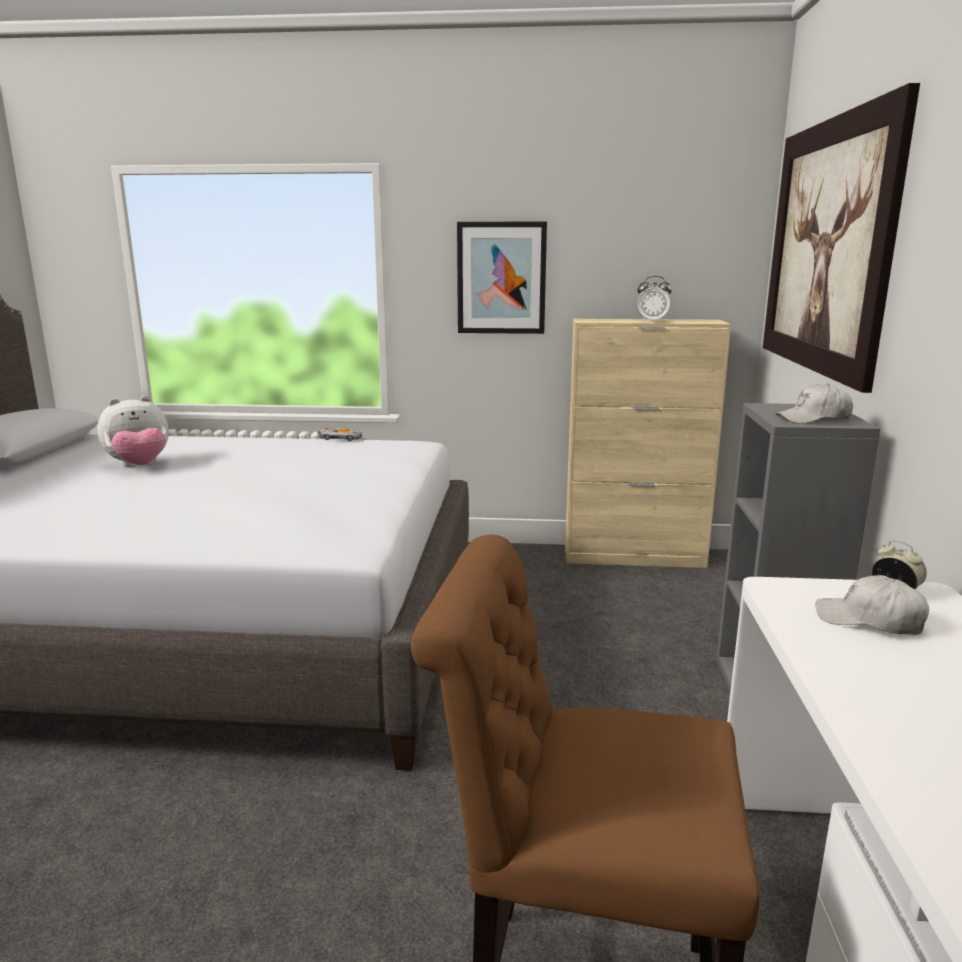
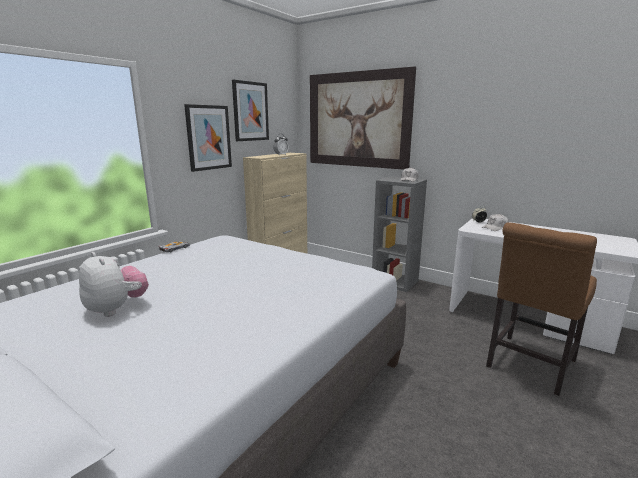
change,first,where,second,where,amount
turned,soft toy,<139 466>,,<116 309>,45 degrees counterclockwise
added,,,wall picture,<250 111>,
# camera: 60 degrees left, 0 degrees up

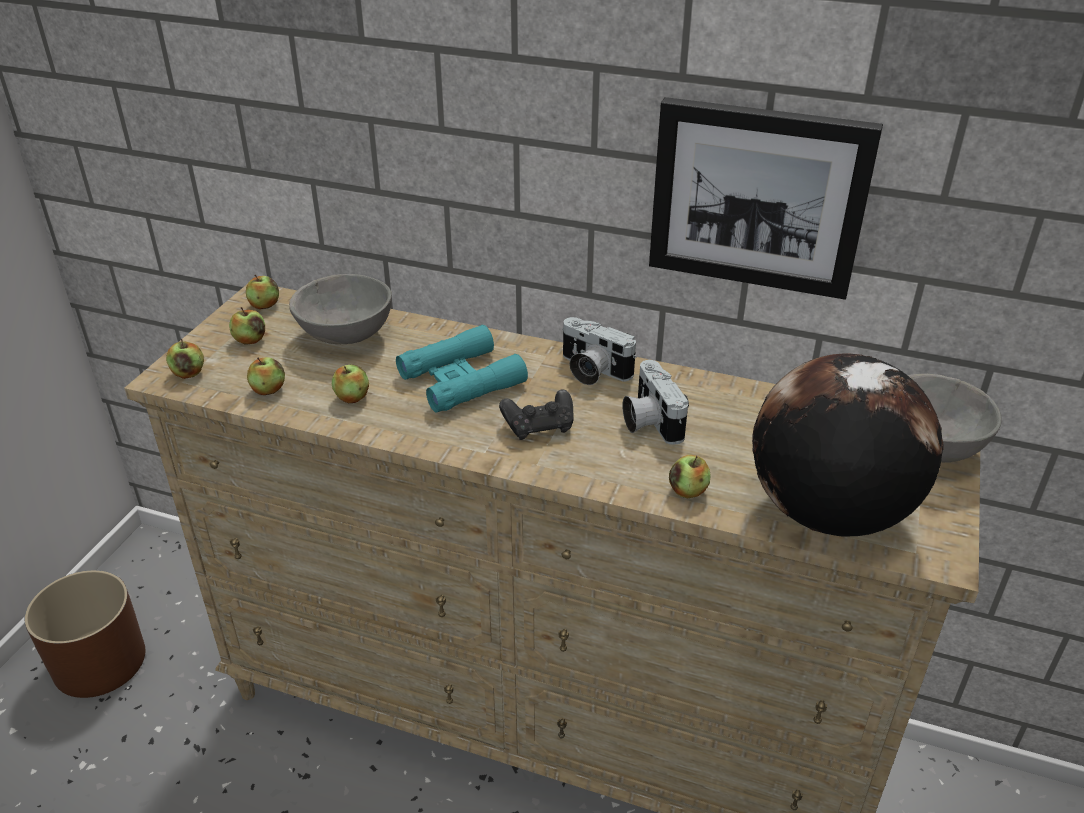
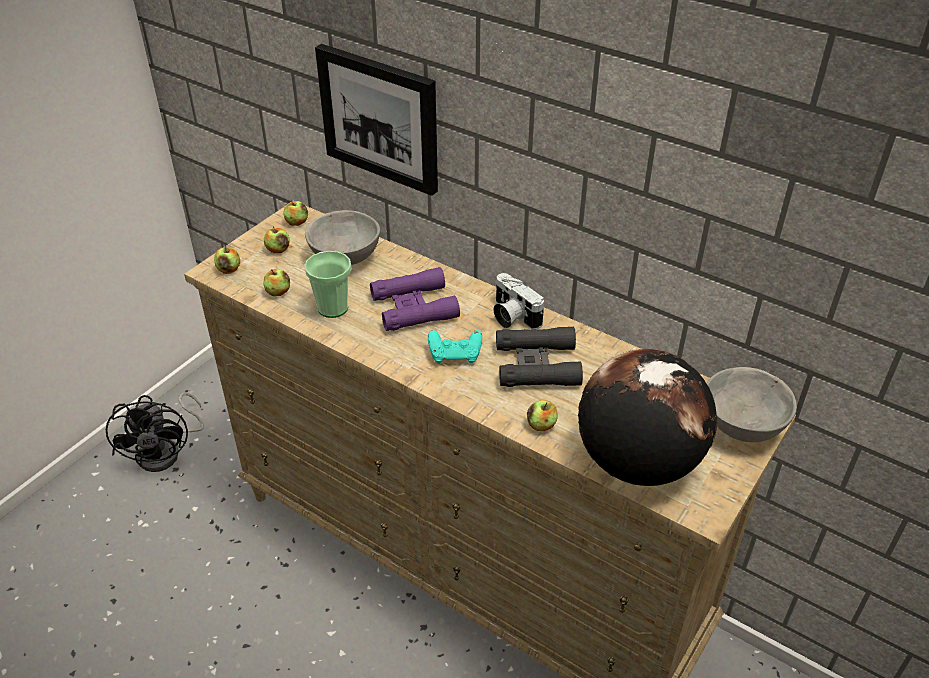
change,first,where,second,where,amount
replaced,brownish flower pot,<100 661>,blackish electric fan,<167 451>,
replaced,whole apple,<352 397>,cup,<333 308>,
moved,wall picture,<758 197>,,<380 118>,
recoloured,turquoise binoculars,<461 380>,purplish binoculars,<414 307>,
recoloured,blackish game controller,<539 427>,turquoise game controller,<455 355>,
replaced,photo camera,<649 421>,blackish binoculars,<537 365>,
# camera: 15 degrees right, 5 degrees up

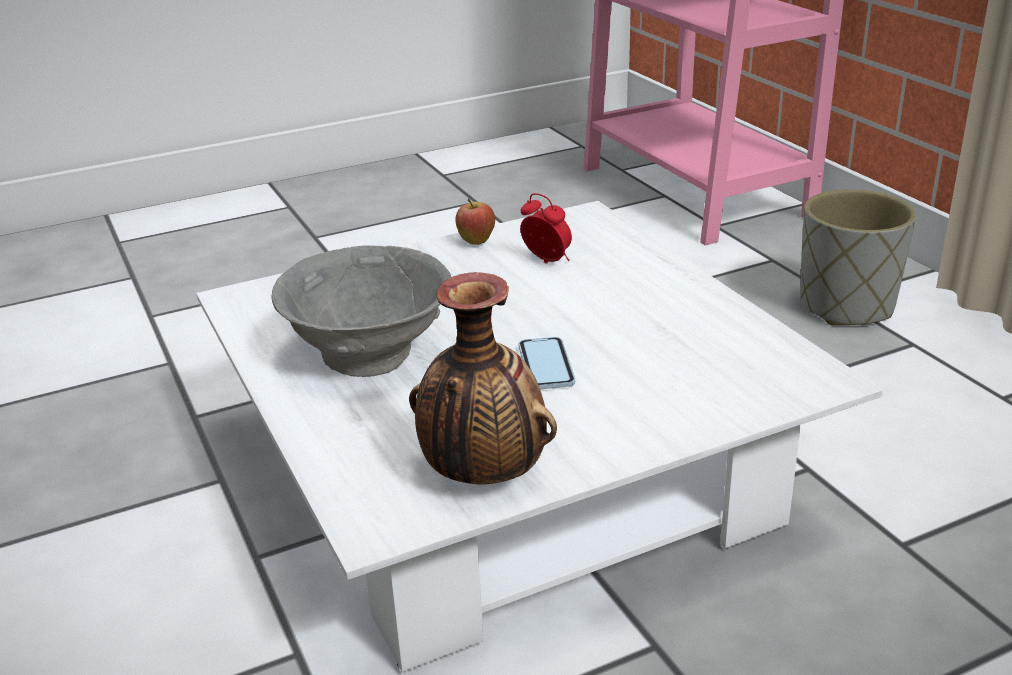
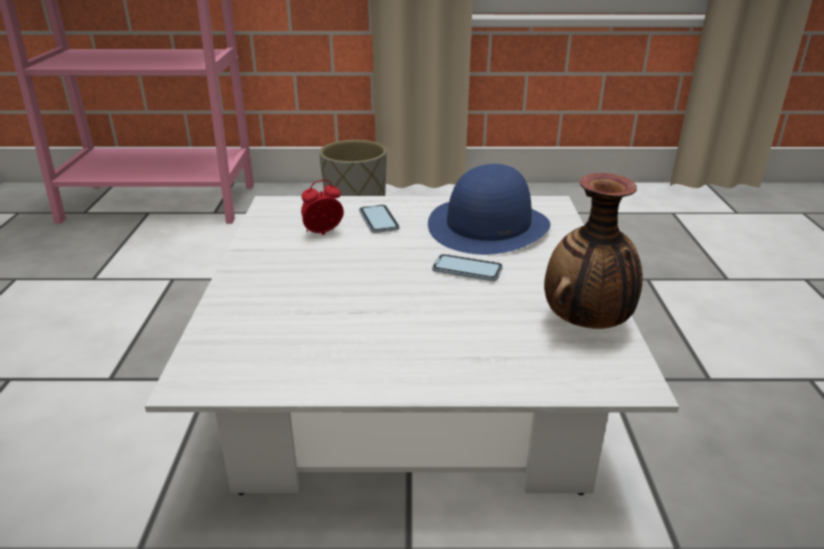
change,first,where,second,where,amount
added,,,telephone,<379 220>,
added,,,blue-coloured hat,<488 226>,
removed,greyish bowl,<369 354>,,,
removed,whole apple,<476 242>,,,
# camera: 65 degrees left, 0 degrees up

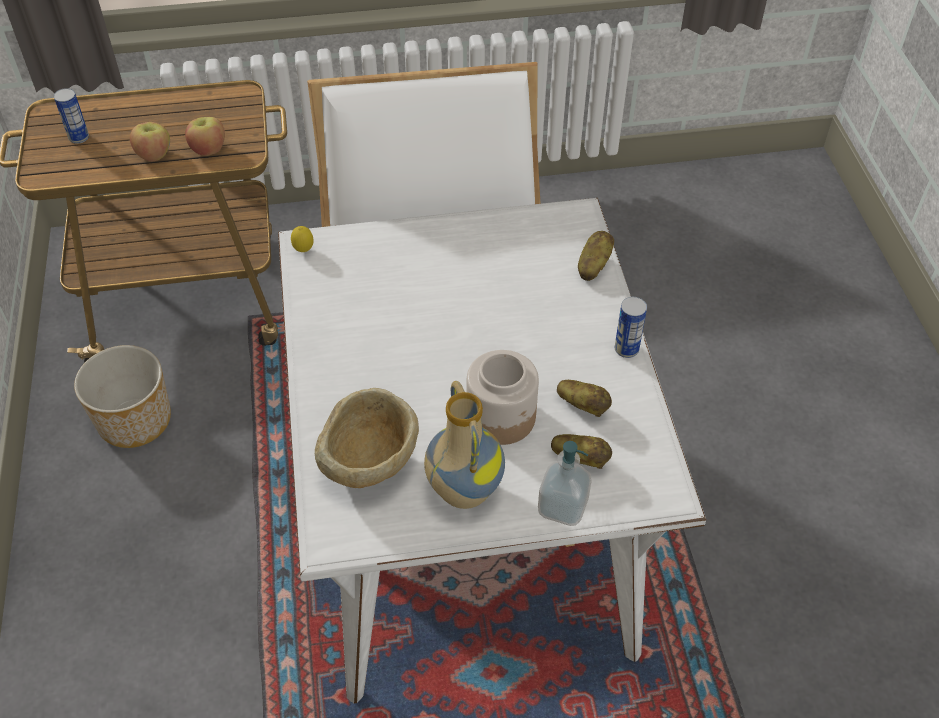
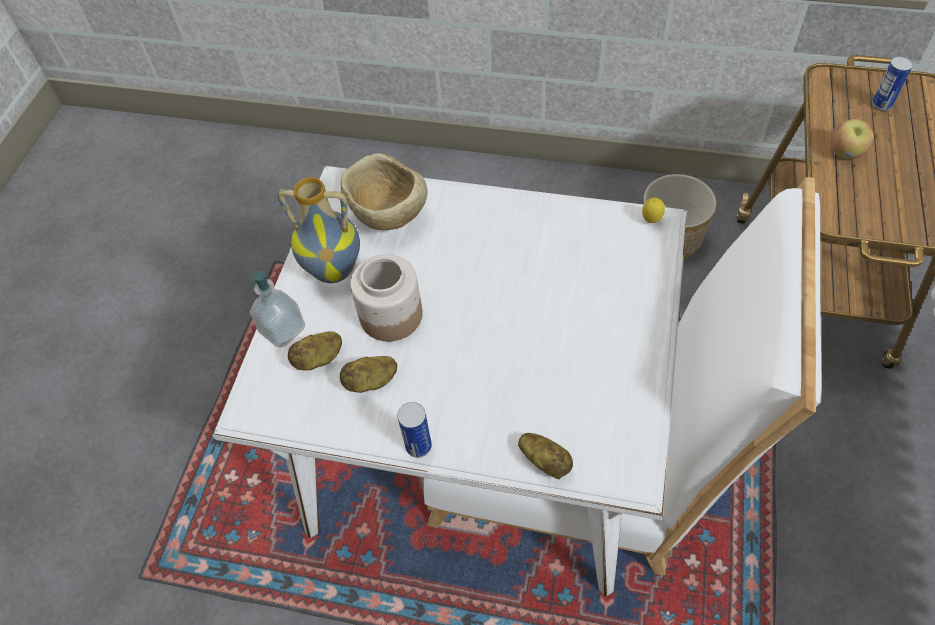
change,first,where,second,where,amount
removed,whole apple,<208 149>,,,
# camera: 115 degrees right, 5 degrees up

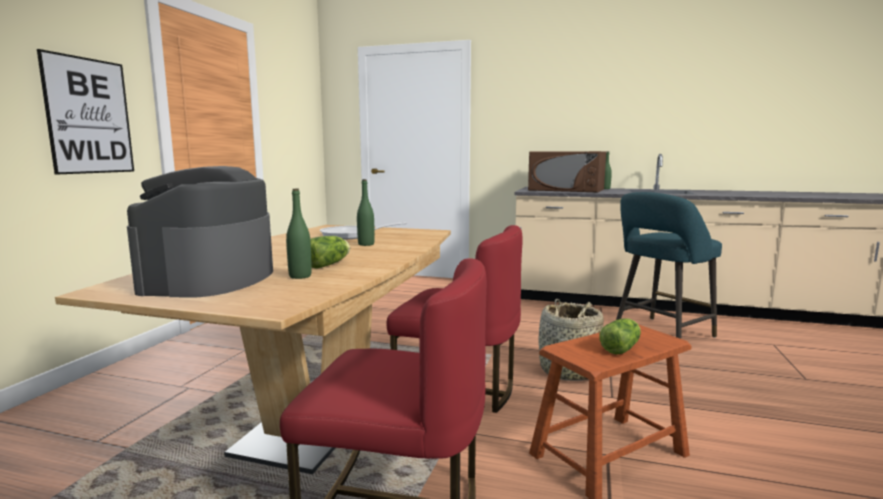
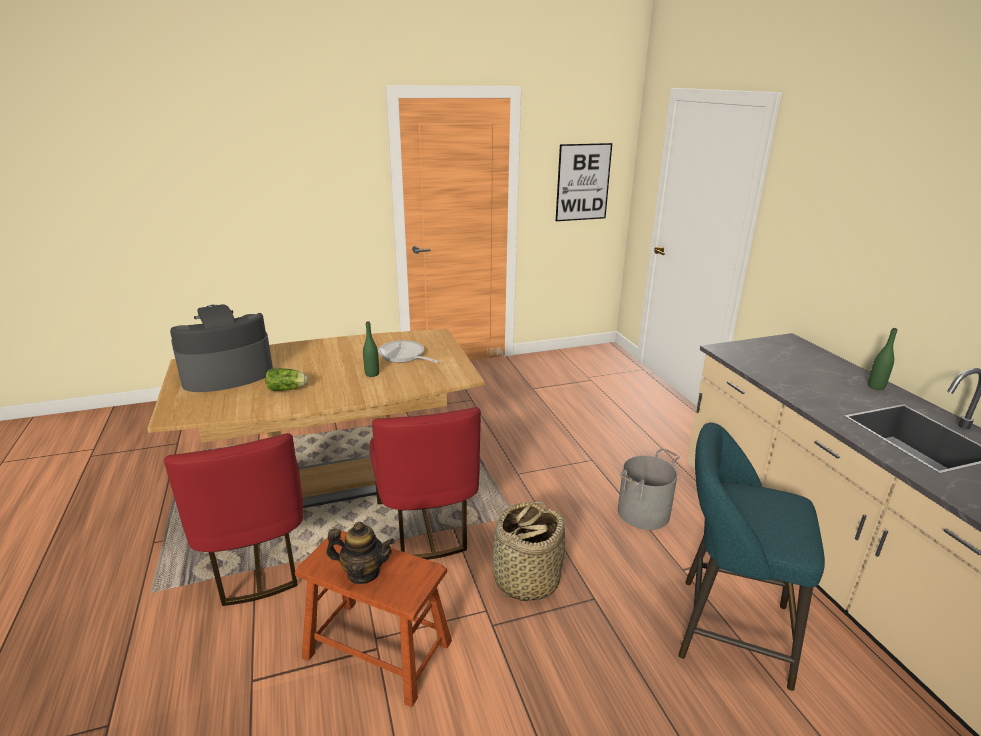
change,first,where,second,where,amount
replaced,lettuce head,<622 348>,tea pot,<363 573>,
moved,wall picture,<89 116>,,<583 182>,
added,,,greyish pail,<642 512>,
removed,greenish beverage bottle,<300 276>,,,
removed,brownish microwave oven,<566 189>,,,
# camera: 55 degrees right, 15 degrees up

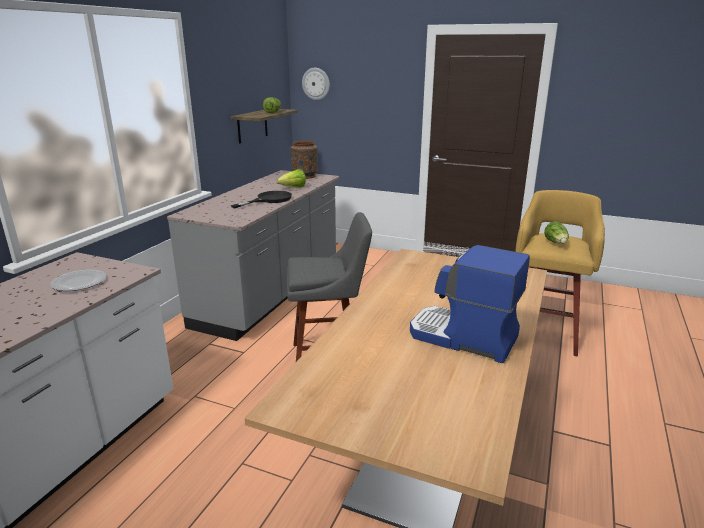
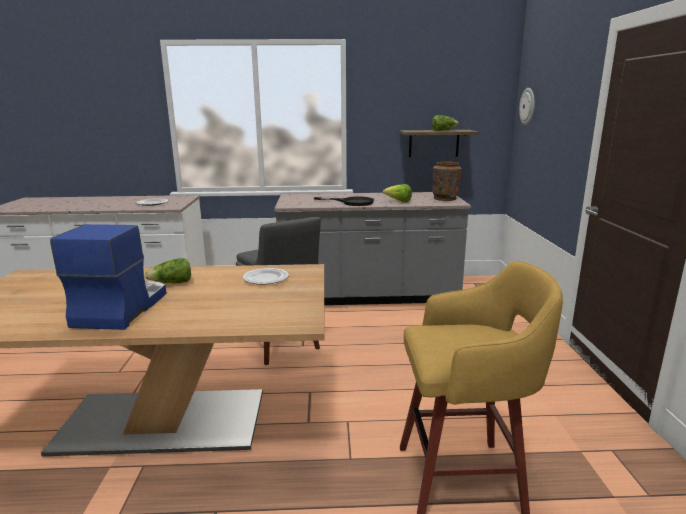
change,first,where,second,where,amount
moved,lettuce head,<556 243>,,<172 283>,
added,,,flat dish,<266 278>,
# camera: 65 degrees right, 5 degrees down

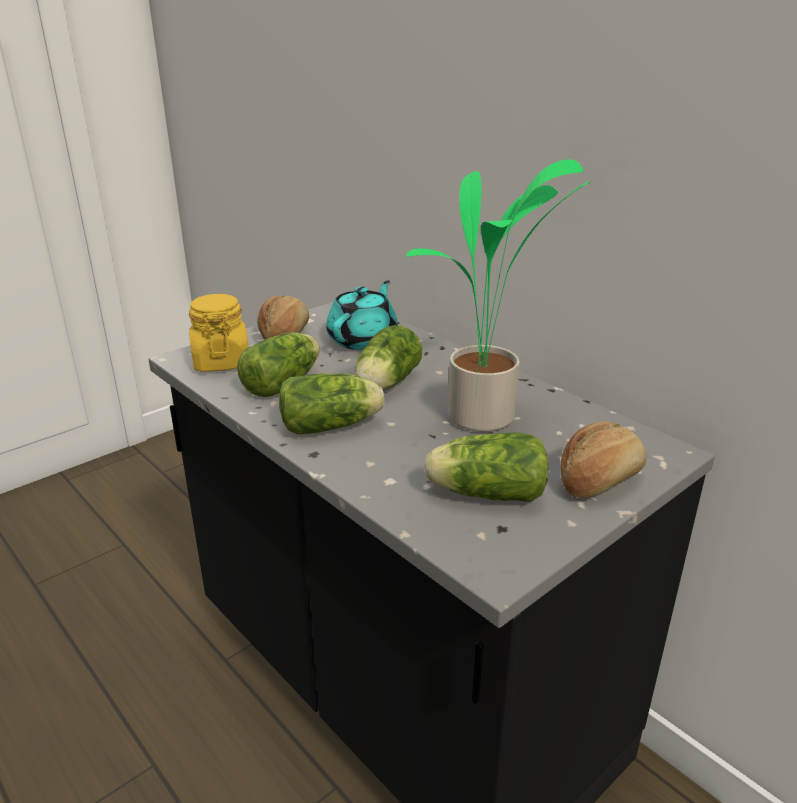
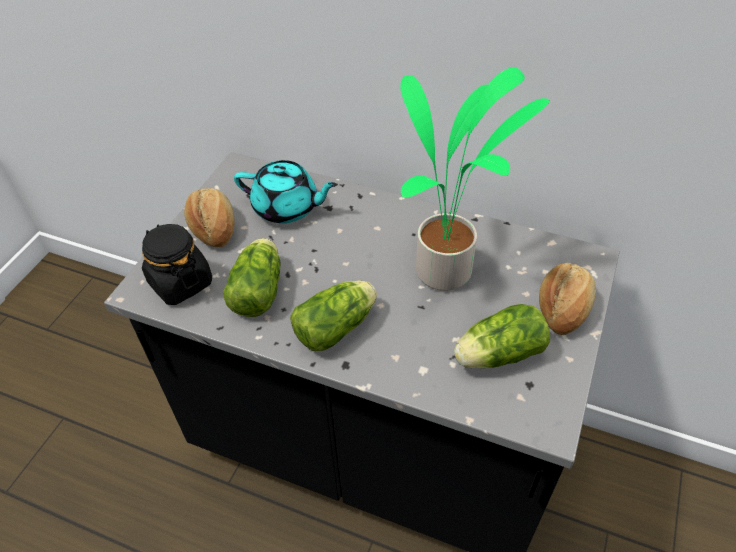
change,first,where,second,where,amount
recoloured,yellowish storage jar,<221 362>,blackish storage jar,<180 282>,
turned,turquoise tea pot,<363 339>,,<287 208>,105 degrees clockwise
removed,lettuce head,<385 384>,,,
# camera: 25 degrees left, 20 degrees up

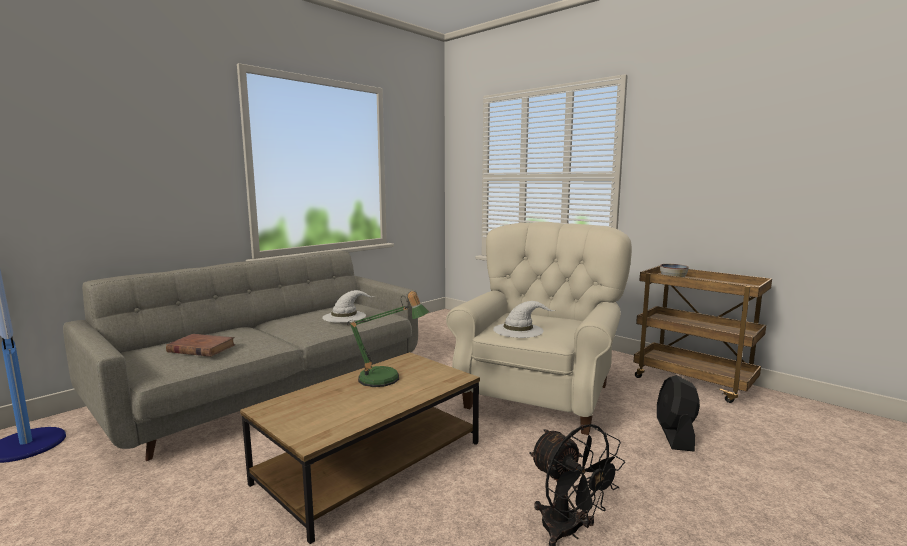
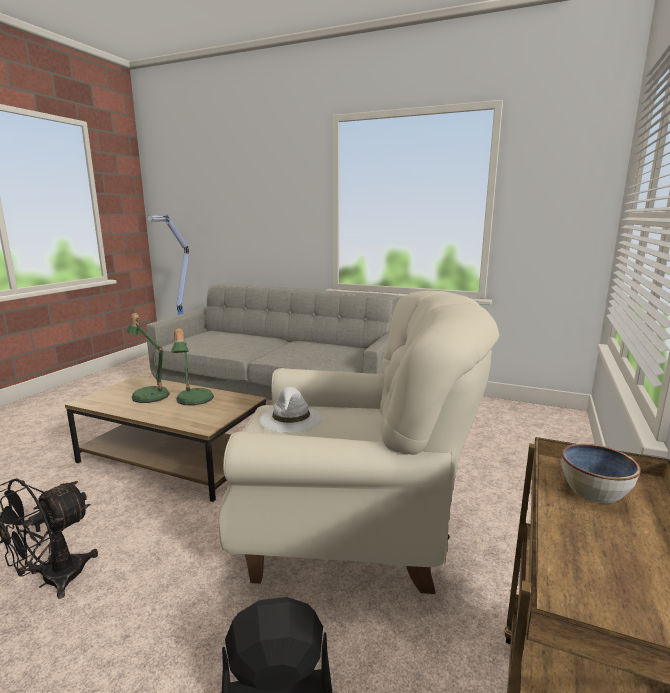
change,first,where,second,where,amount
added,,,table lamp,<149 394>,
removed,brownish volume,<201 348>,,,
removed,white-coloured hat,<345 316>,,,
# camera: 70 degrees right, 5 degrees up

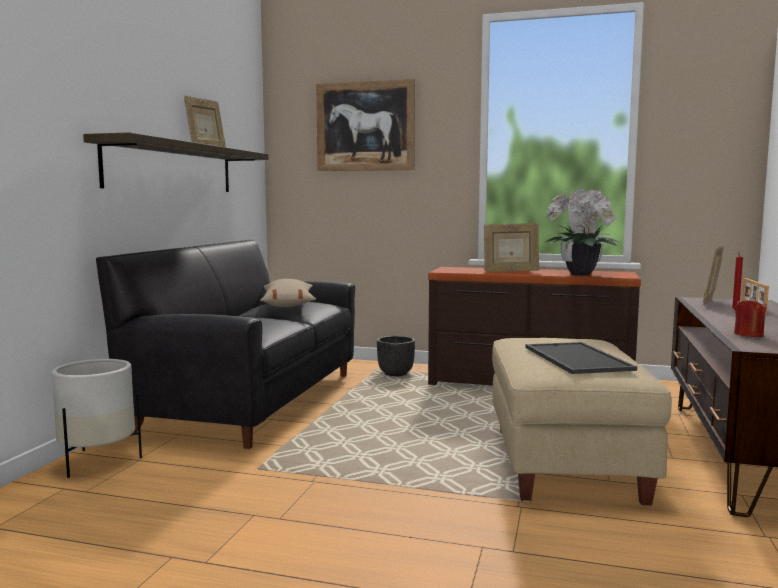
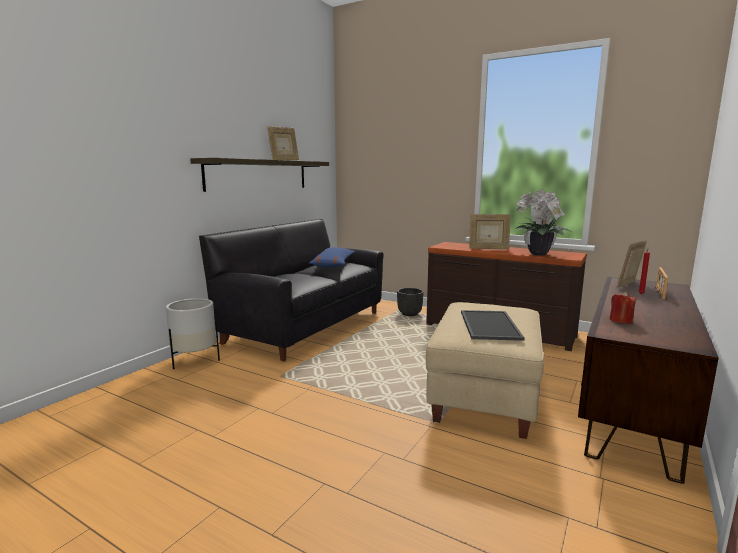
change,first,where,second,where,amount
recoloured,beige-coloured throw pillow,<288 304>,blue-coloured throw pillow,<333 264>,
removed,wall picture,<365 126>,,,
# camera: 15 degrees right, 5 degrees up

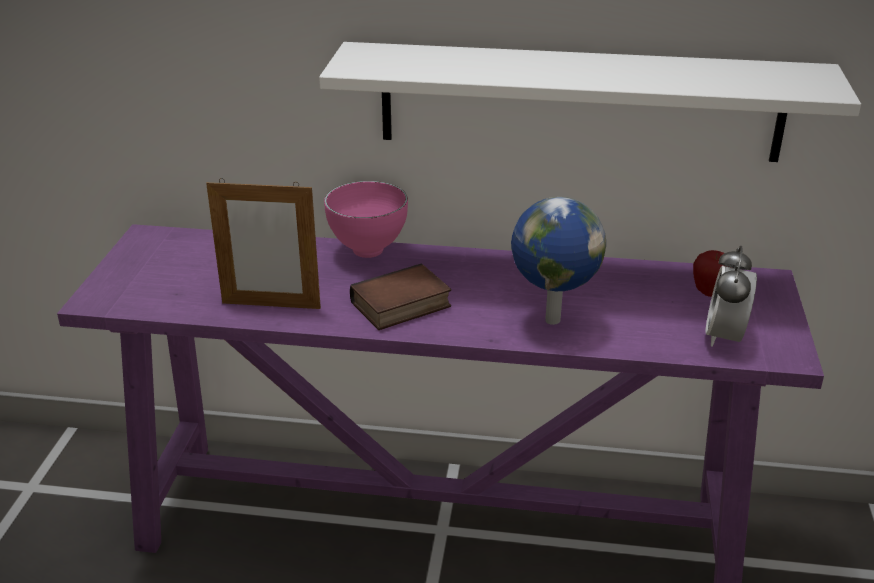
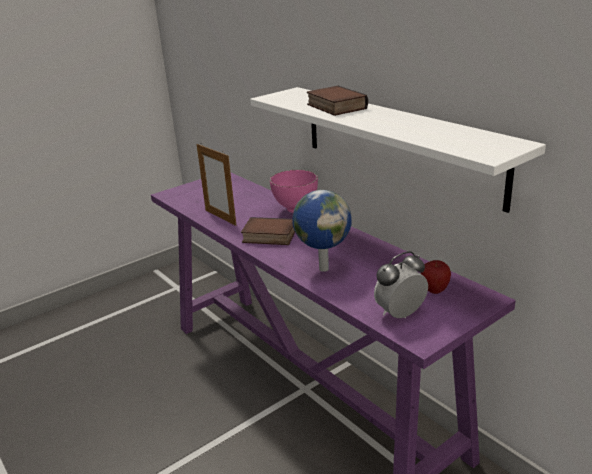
change,first,where,second,where,amount
added,,,volume,<334 107>,
# camera: 45 degrees right, 5 degrees down

